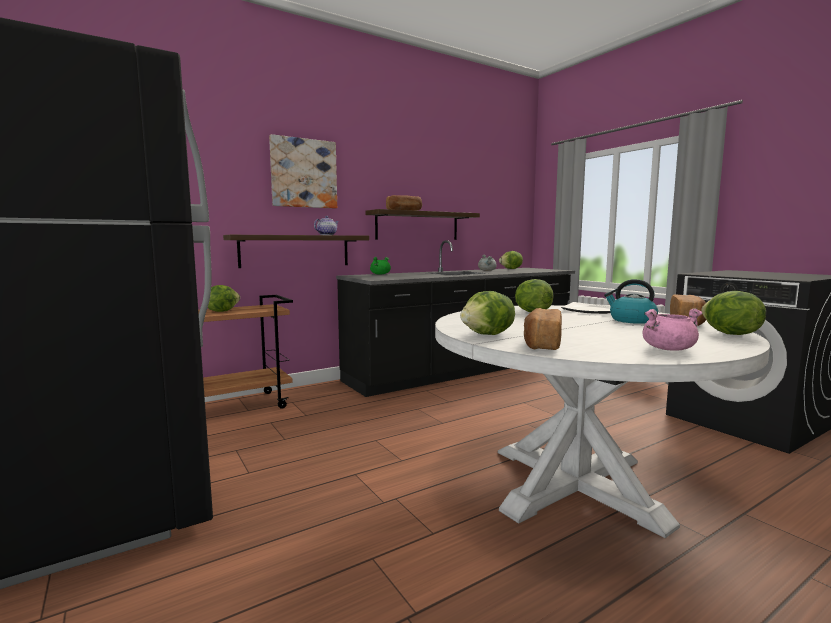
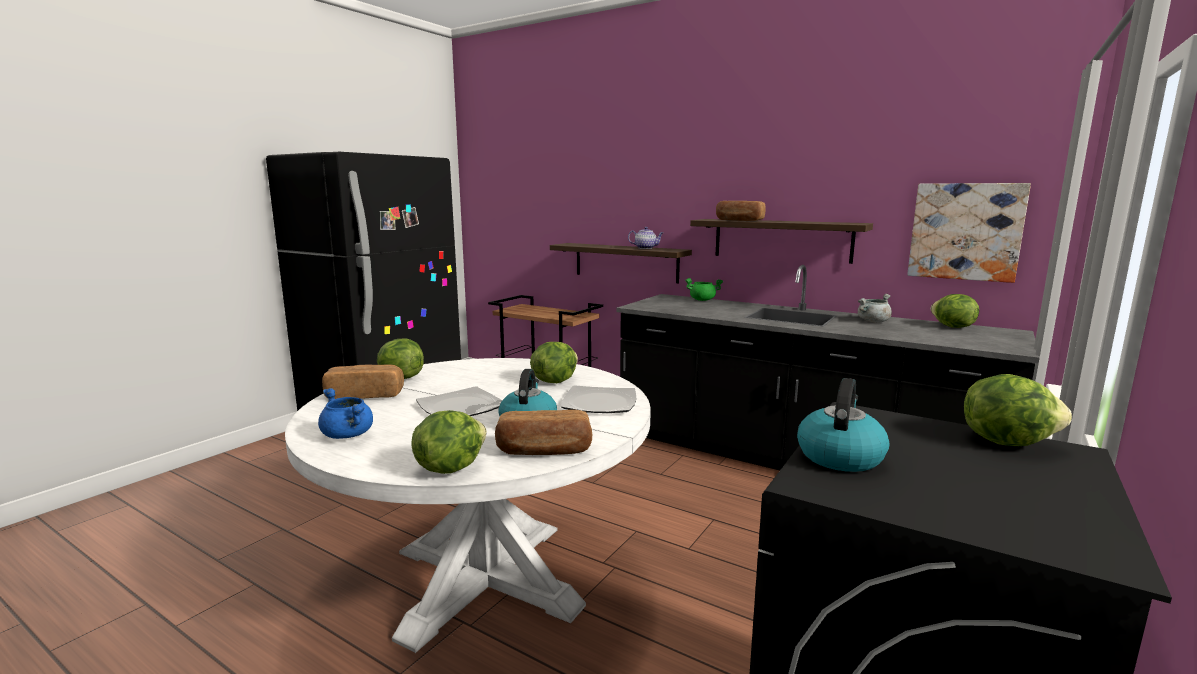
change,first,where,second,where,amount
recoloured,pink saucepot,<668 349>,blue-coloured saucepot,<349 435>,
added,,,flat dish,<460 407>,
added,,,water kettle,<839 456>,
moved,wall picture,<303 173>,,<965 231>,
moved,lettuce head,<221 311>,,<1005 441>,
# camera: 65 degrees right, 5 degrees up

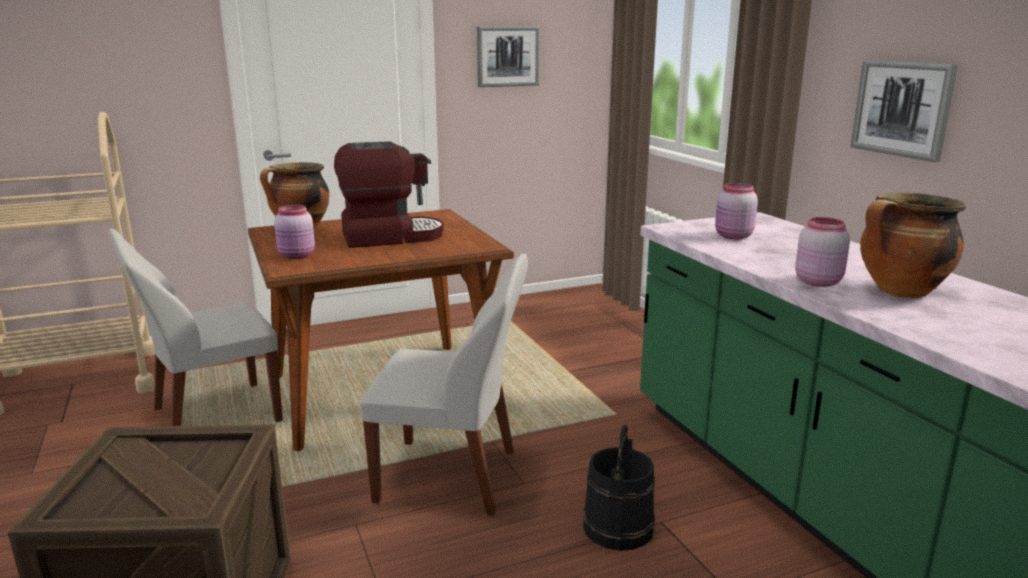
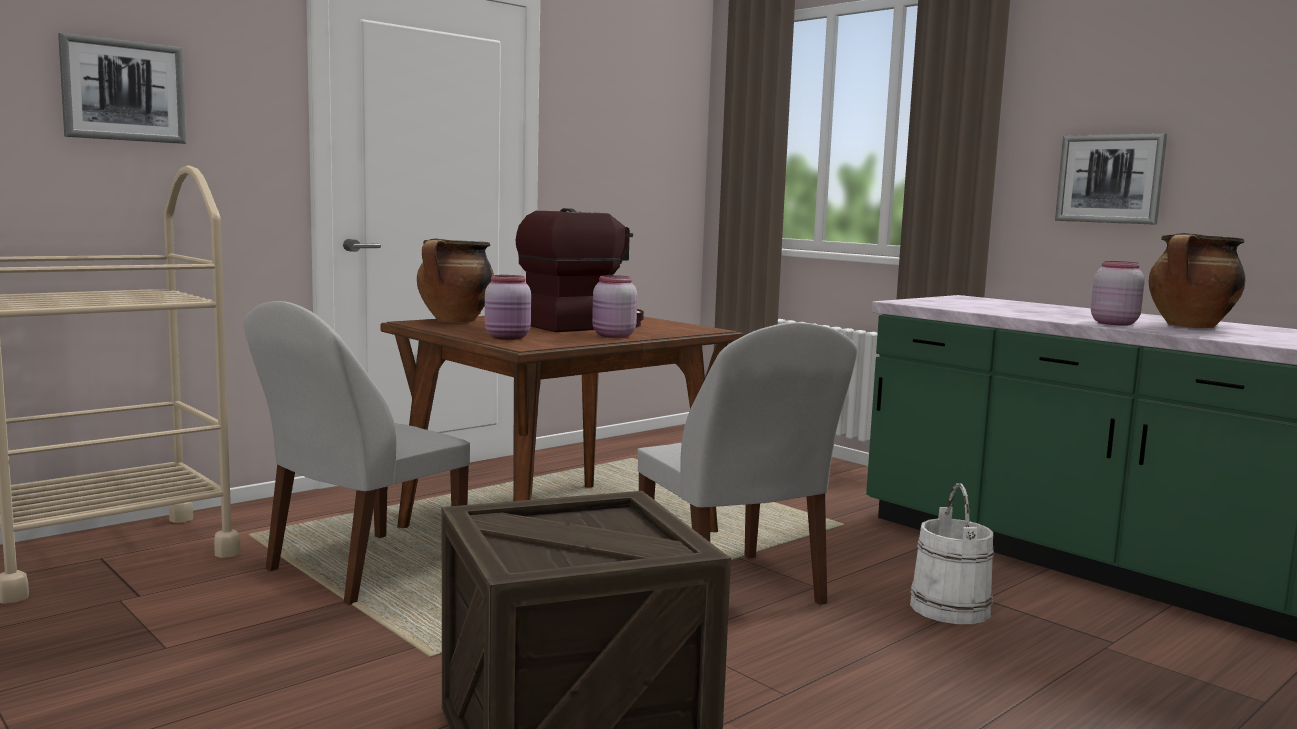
change,first,where,second,where,amount
moved,wall picture,<508 56>,,<123 91>,
moved,pink storage jar,<733 236>,,<613 336>,
turned,white-coloured chair,<451 477>,,<732 590>,75 degrees clockwise
recoloured,blackish pail,<618 527>,white-coloured pail,<950 608>,
# camera: 20 degrees left, 10 degrees down

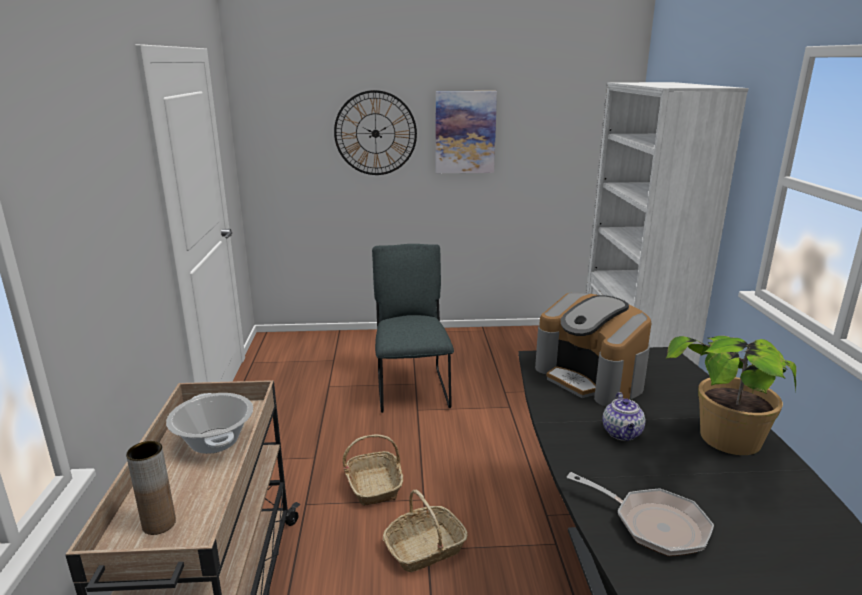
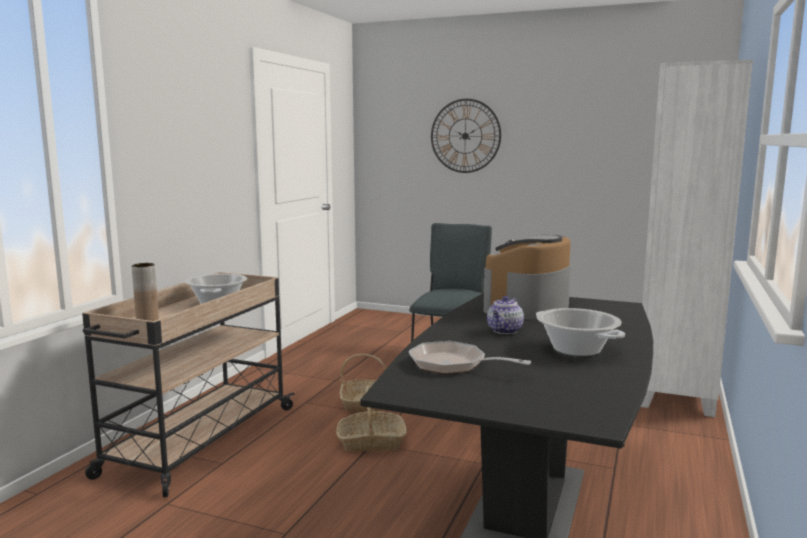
change,first,where,second,where,amount
turned,frying pan,<653 524>,,<453 365>,150 degrees clockwise
turned,coffee machine,<590 377>,,<528 306>,45 degrees clockwise
replaced,houseplant,<721 453>,saucepot,<576 349>,
removed,wall picture,<465 132>,,,
# camera: 25 degrees right, 10 degrees down

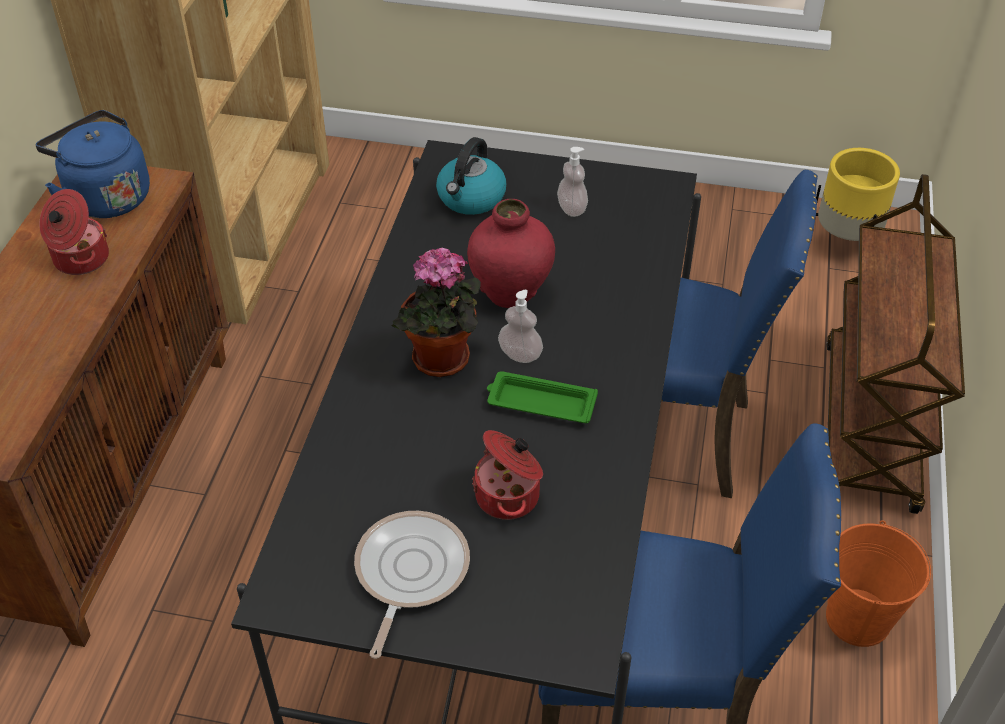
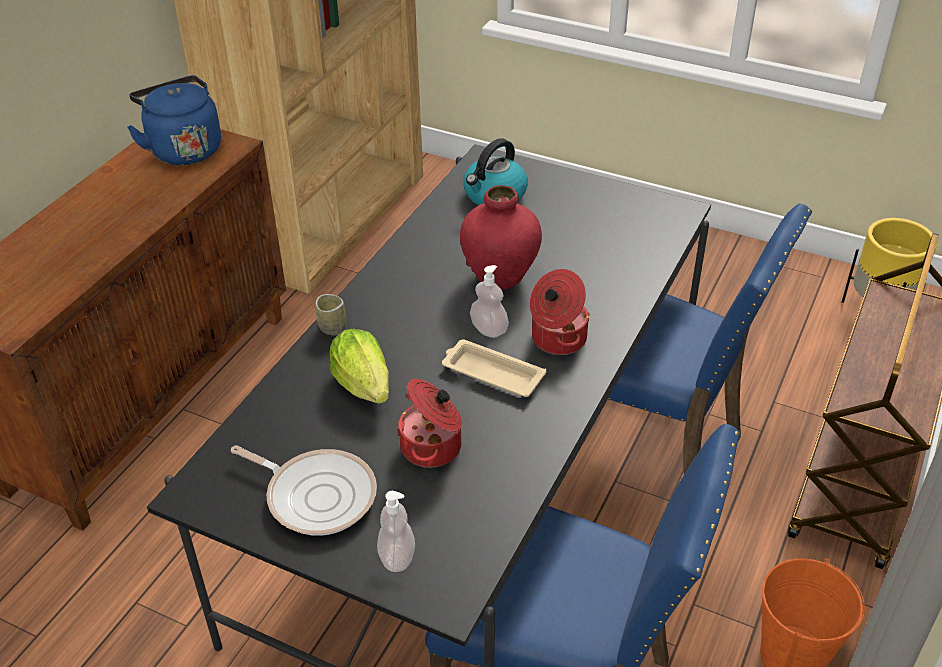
change,first,where,second,where,amount
turned,frying pan,<409 572>,,<317 495>,90 degrees clockwise
added,,,cup,<332 328>,
added,,,lettuce head,<363 385>,
moved,liquid soap bottle,<572 208>,,<397 557>,
recoloured,greenish serving tray,<539 402>,beige-coloured serving tray,<491 373>,
moved,saucepot,<80 259>,,<557 339>,
removed,houseplant,<441 362>,,,
# camera: 15 degrees right, 5 degrees down

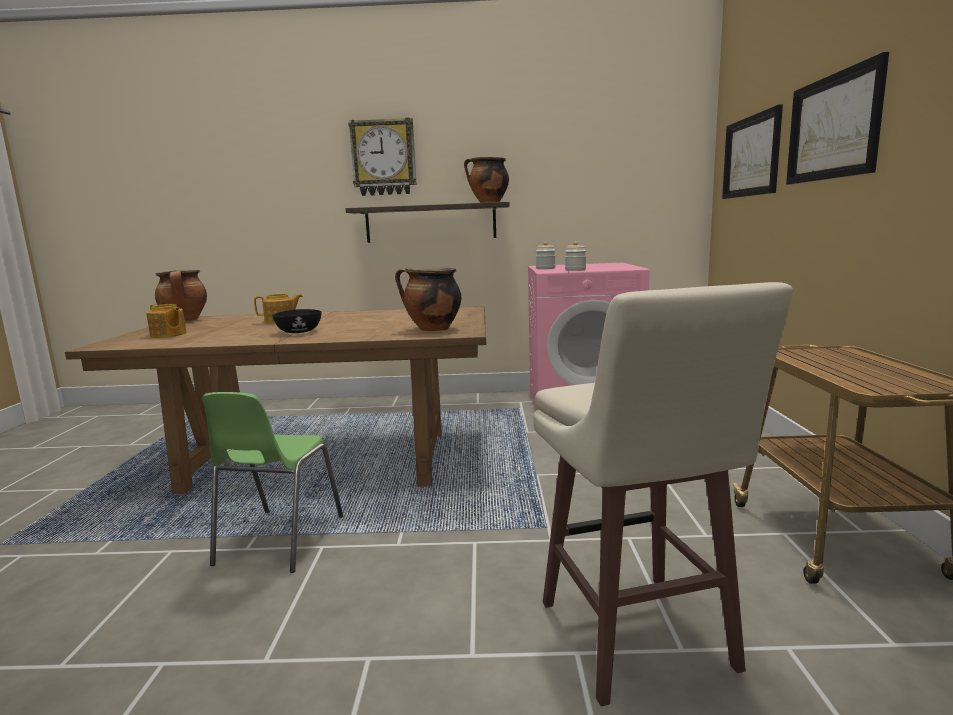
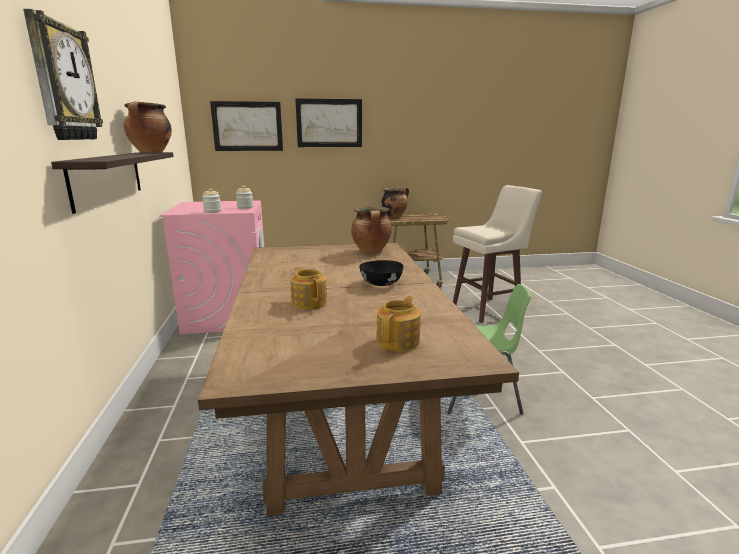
change,first,where,second,where,amount
moved,saucepot,<185 320>,,<394 216>,
# camera: 100 degrees left, 5 degrees up

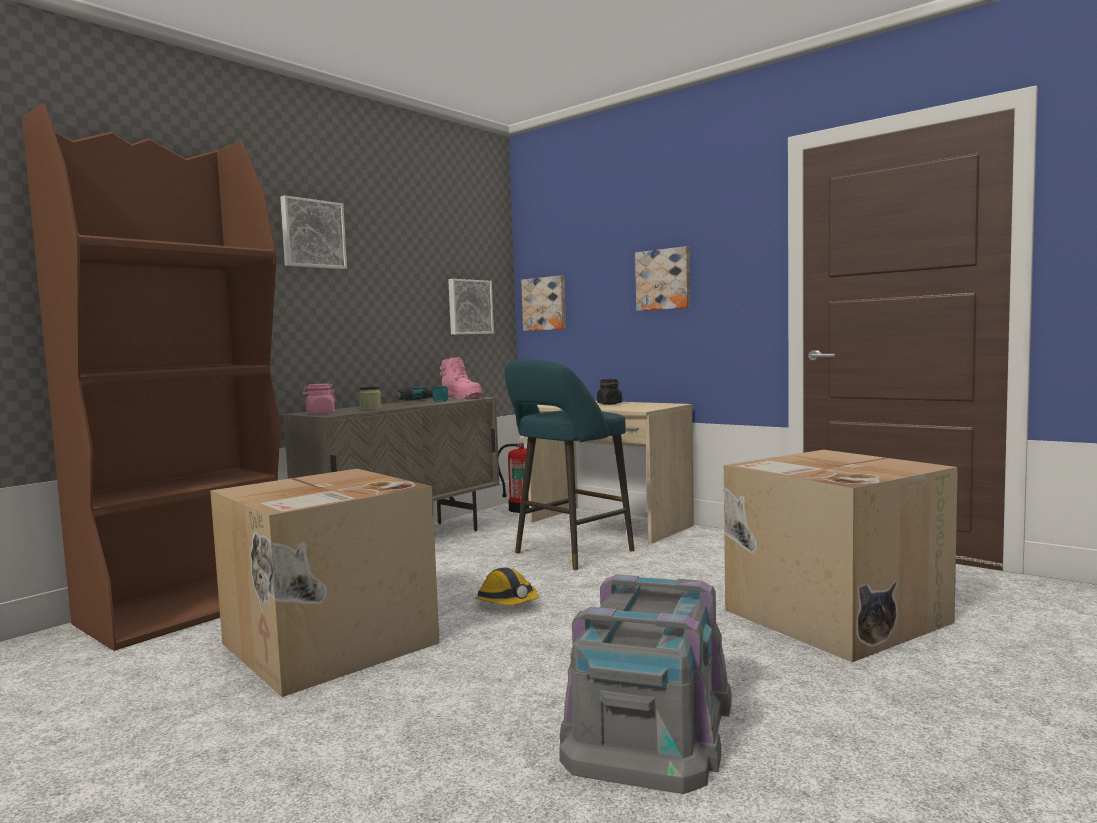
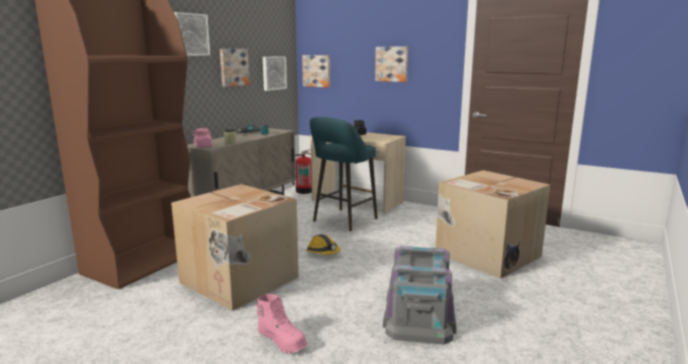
change,first,where,second,where,amount
added,,,wall picture,<233 67>,
moved,pink tall boot,<462 398>,,<282 340>,
# camera: 10 degrees left, 10 degrees up

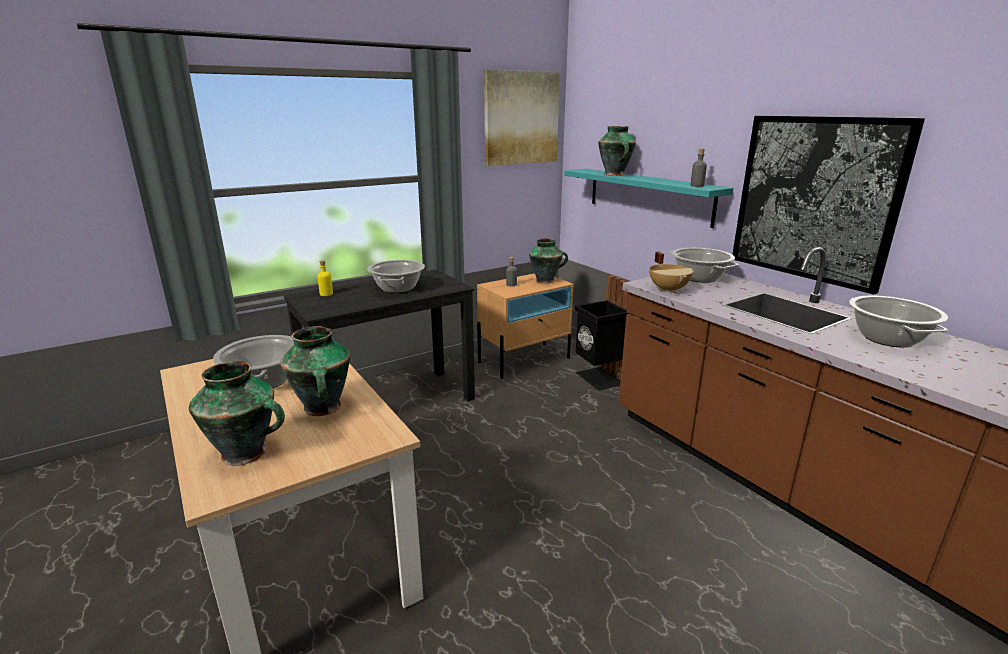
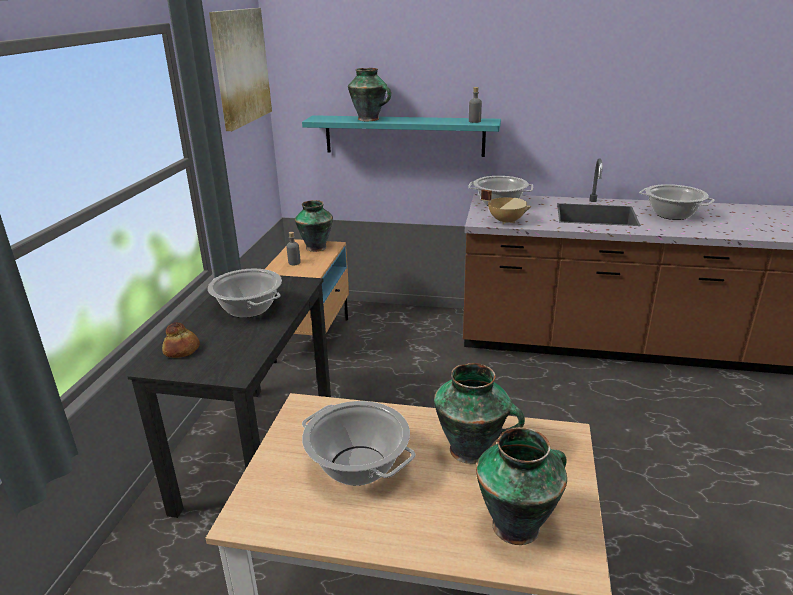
change,first,where,second,where,amount
replaced,yellowish beverage bottle,<326 294>,baked bread,<182 350>,
removed,blackish waste bin,<600 378>,,,
removed,wall picture,<815 199>,,,
# camera: 45 degrees left, 5 degrees up

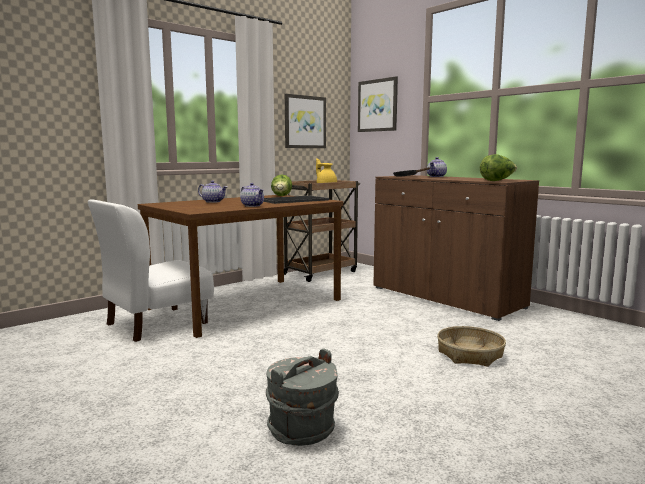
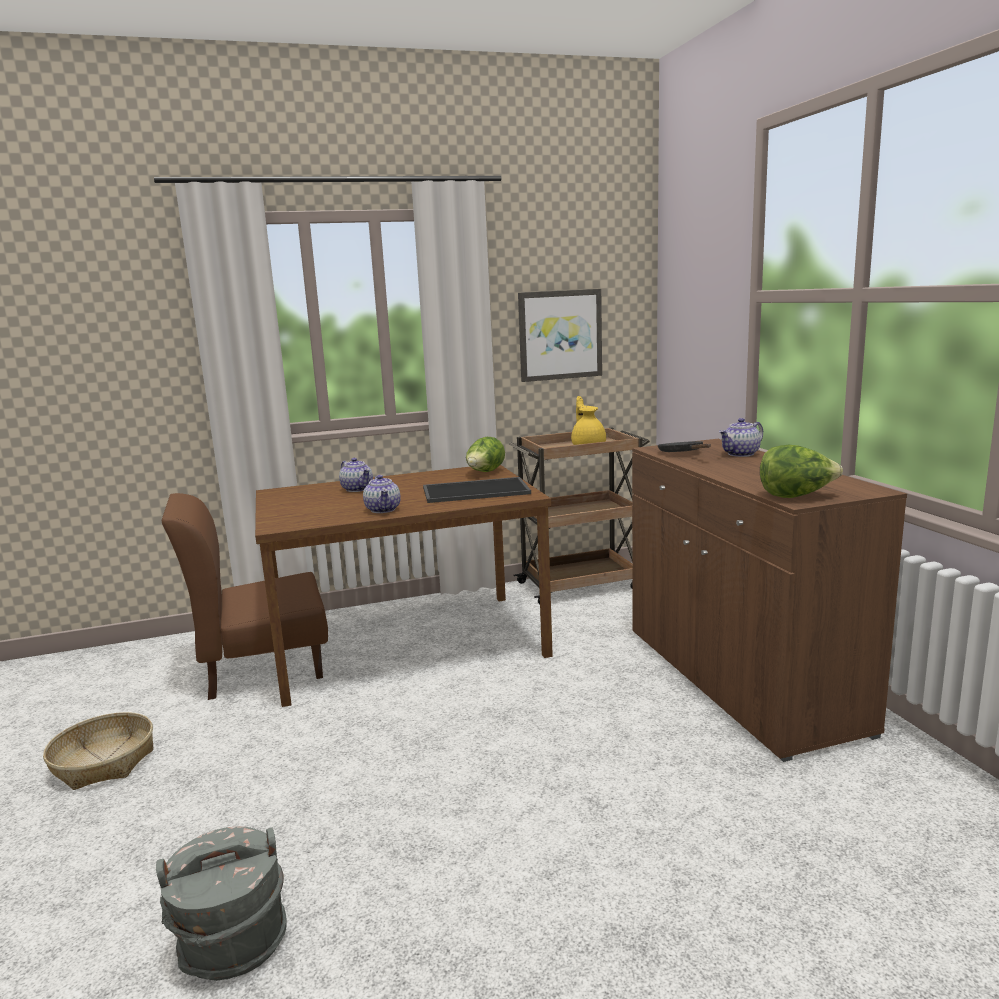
change,first,where,second,where,amount
moved,storage basket,<470 354>,,<104 762>,
recoloured,white-coloured chair,<156 323>,brownish chair,<262 667>,
removed,wall picture,<378 105>,,,
# camera: 25 degrees right, 5 degrees up

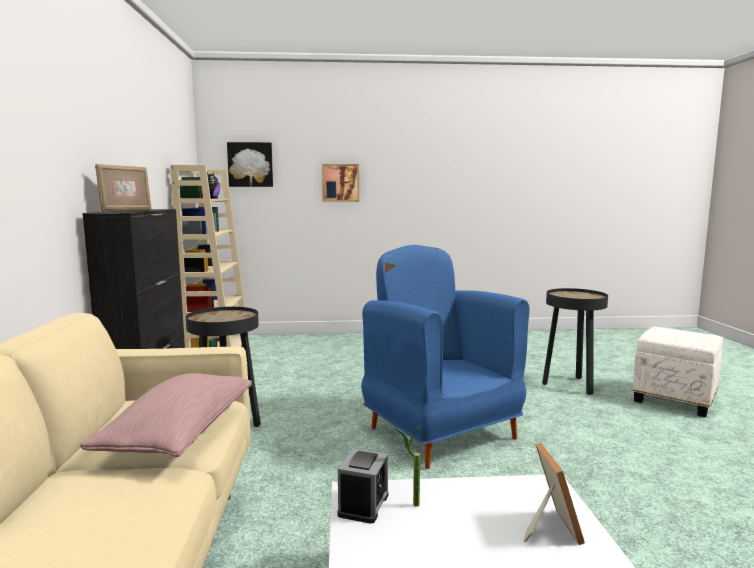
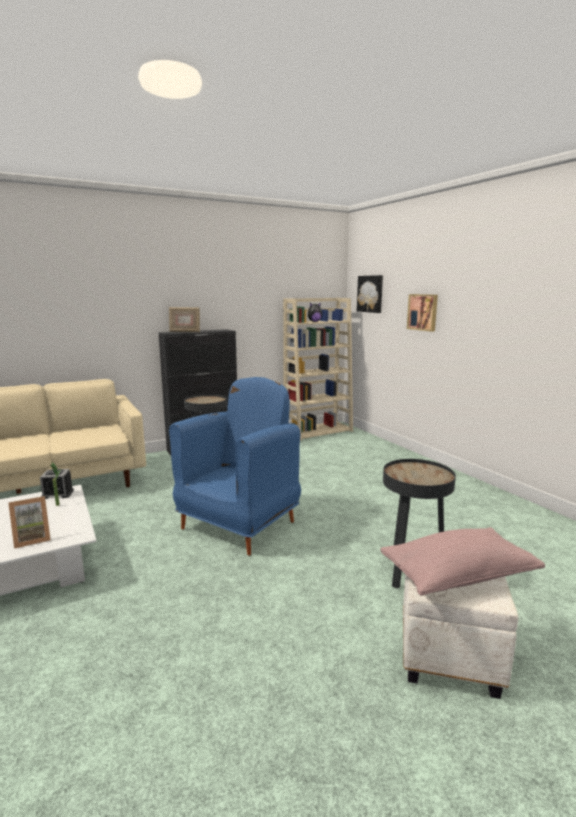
change,first,where,second,where,amount
moved,pink throw pillow,<180 434>,,<458 576>,
# camera: 65 degrees right, 5 degrees up

